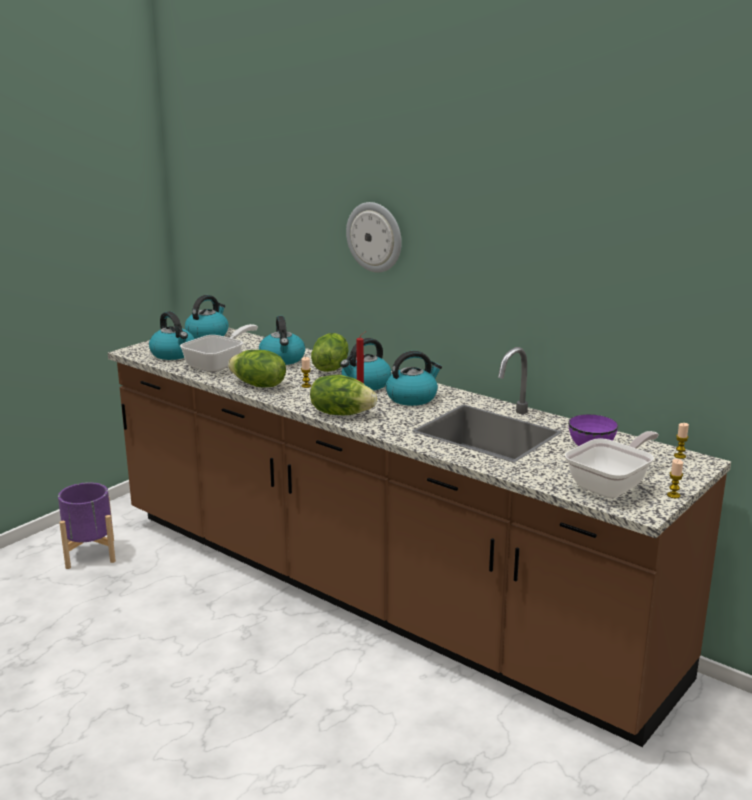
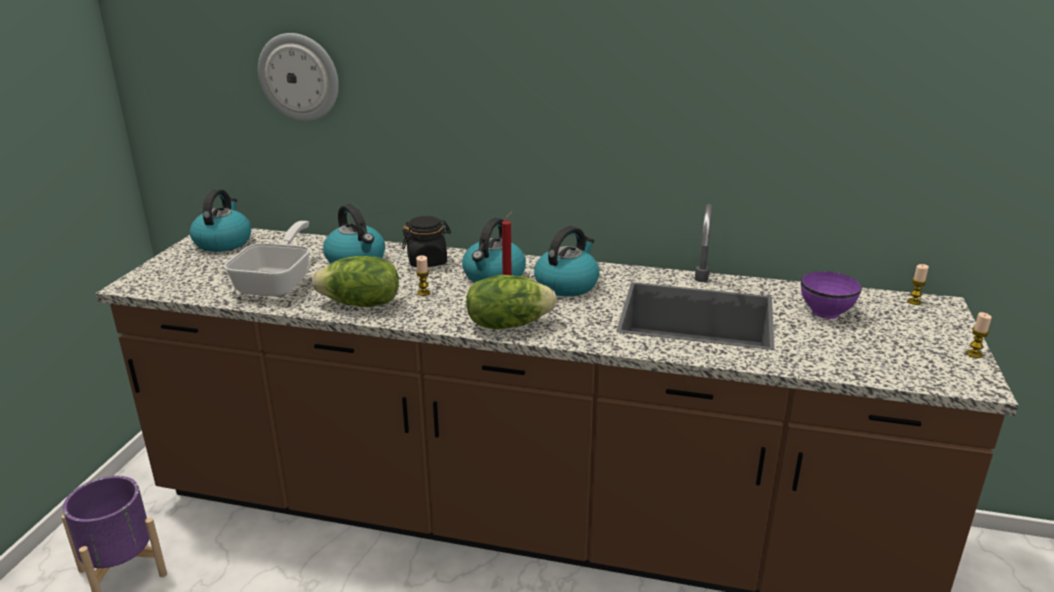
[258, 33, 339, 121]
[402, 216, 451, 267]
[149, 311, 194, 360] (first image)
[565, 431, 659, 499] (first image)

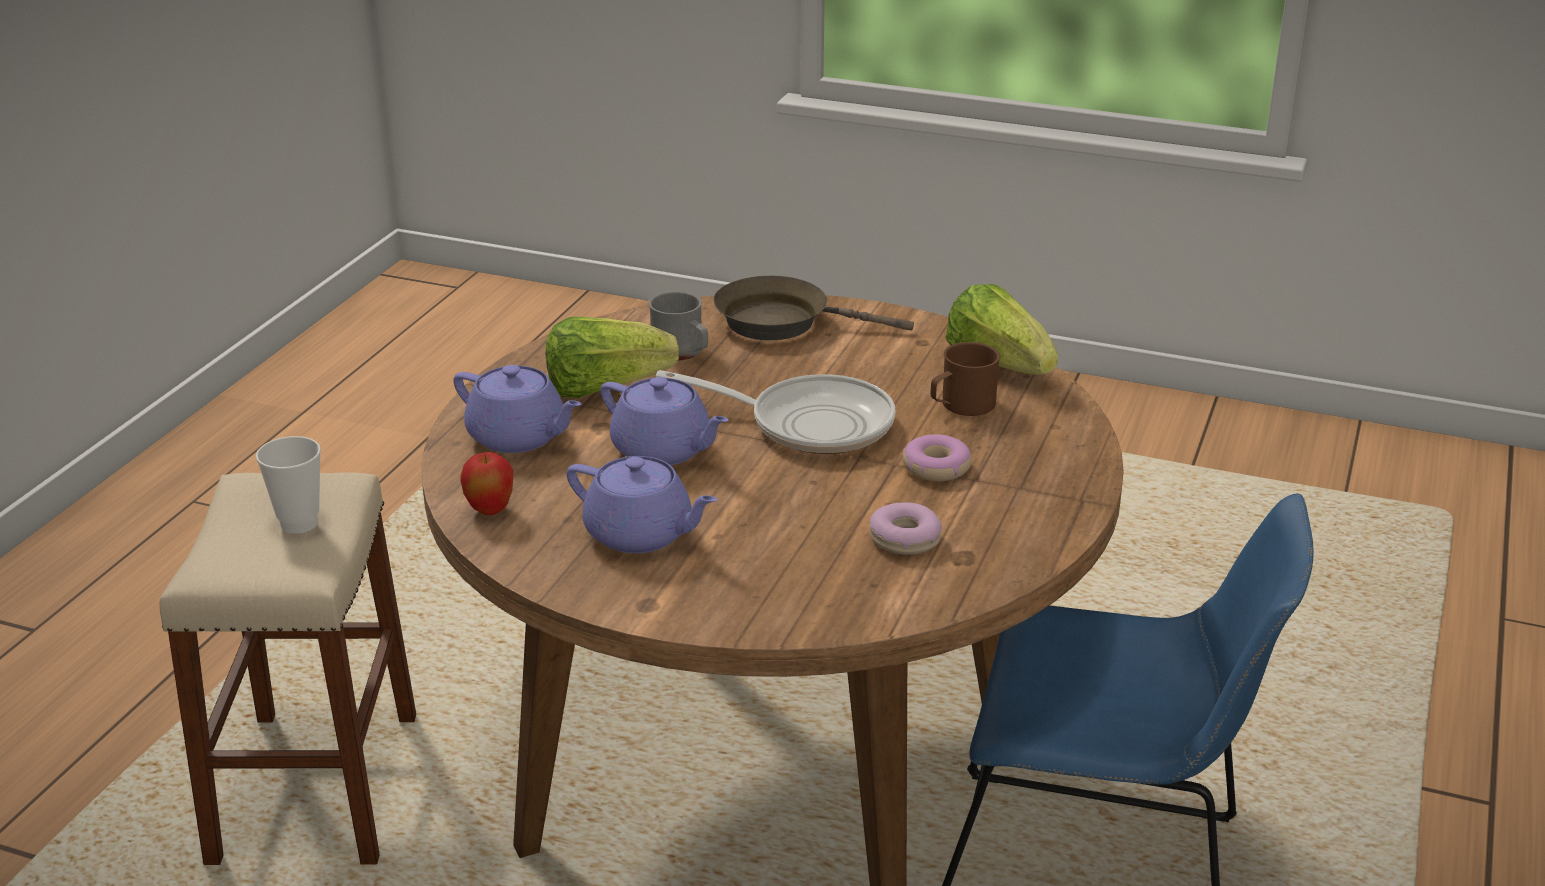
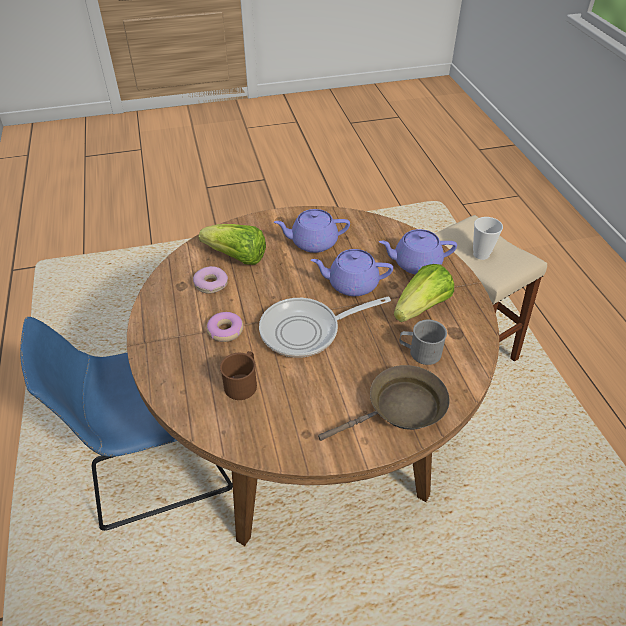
[199, 224, 266, 265]
[460, 452, 514, 515] (first image)

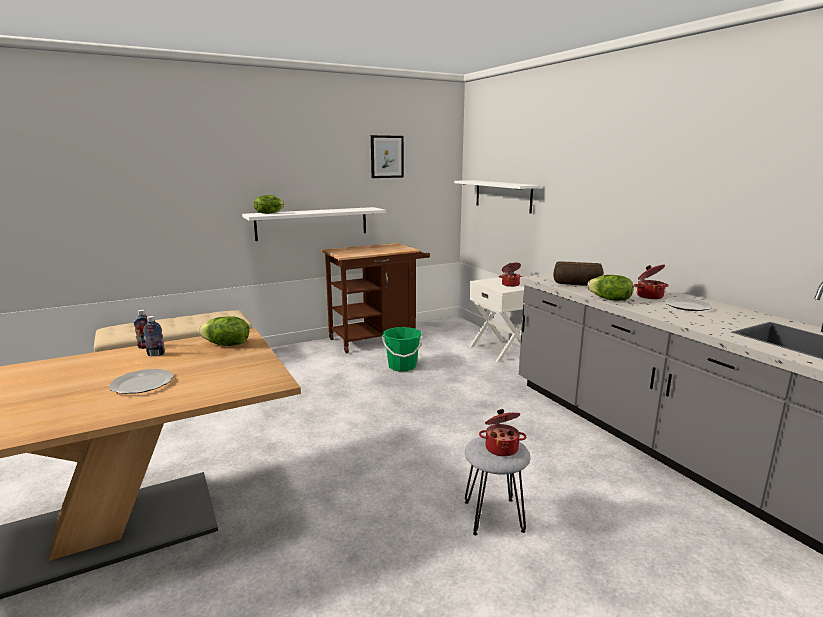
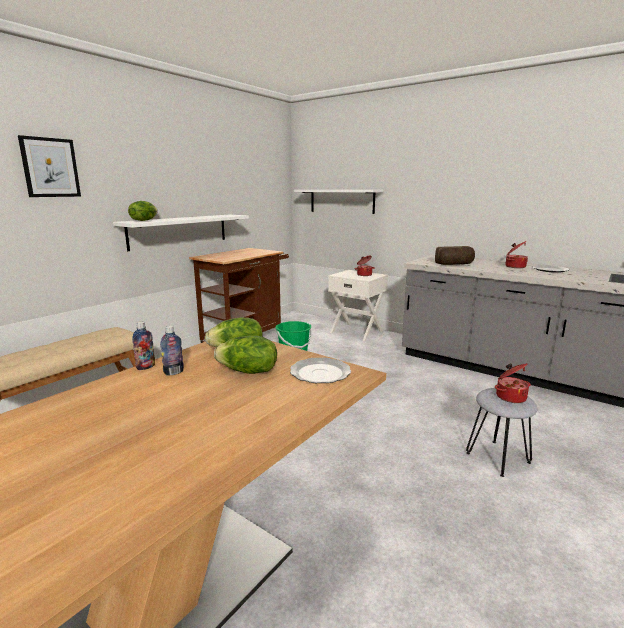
[18, 135, 81, 197]
[214, 336, 277, 374]
[290, 357, 351, 383]

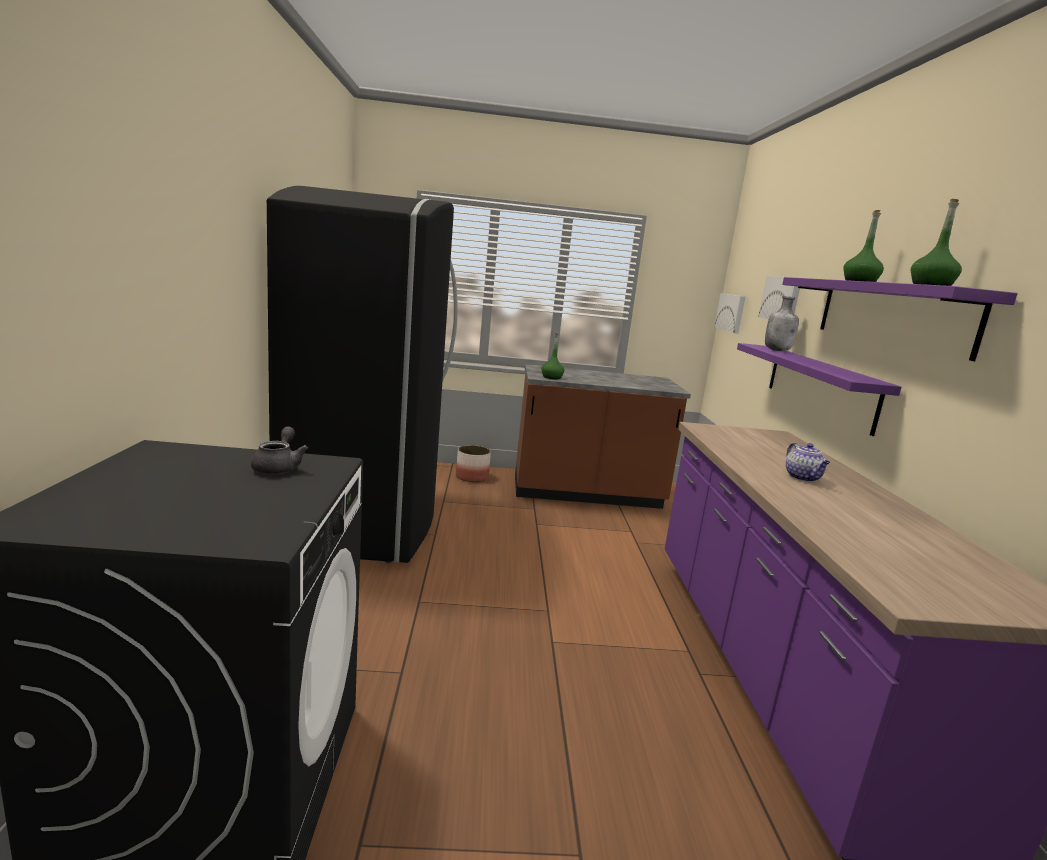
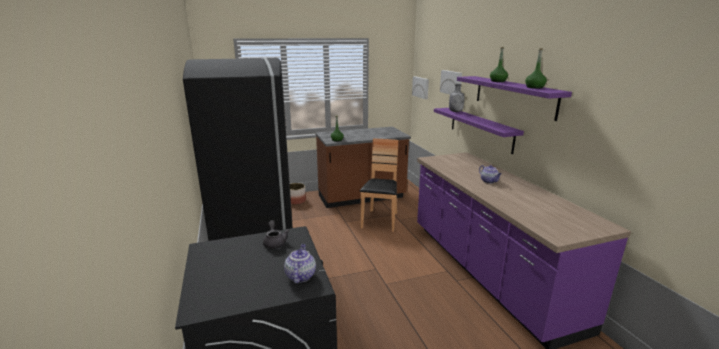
[284, 244, 316, 284]
[359, 138, 398, 232]

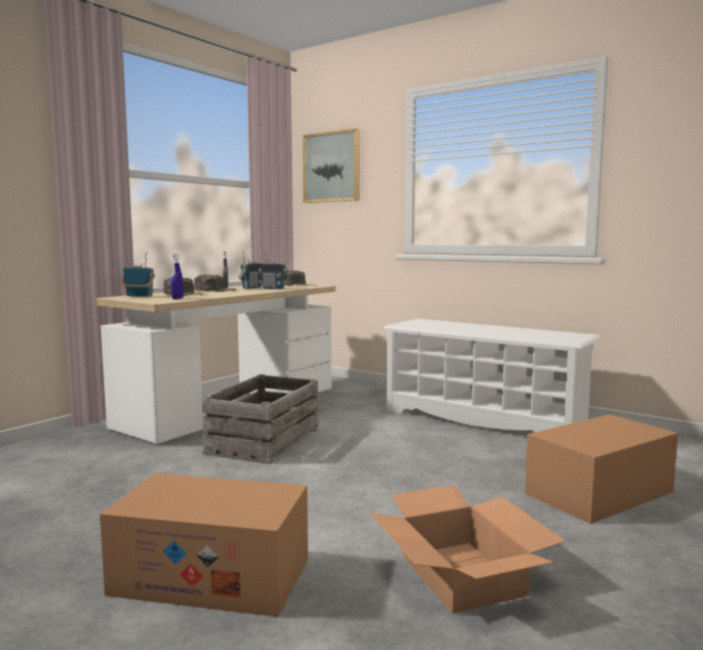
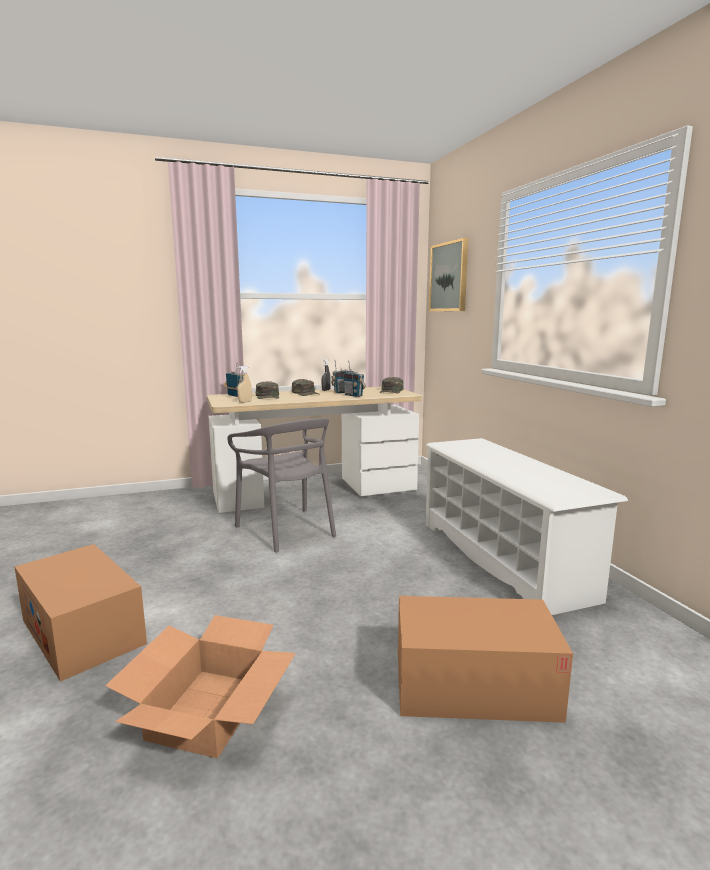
[227, 418, 336, 553]
[238, 366, 252, 403]

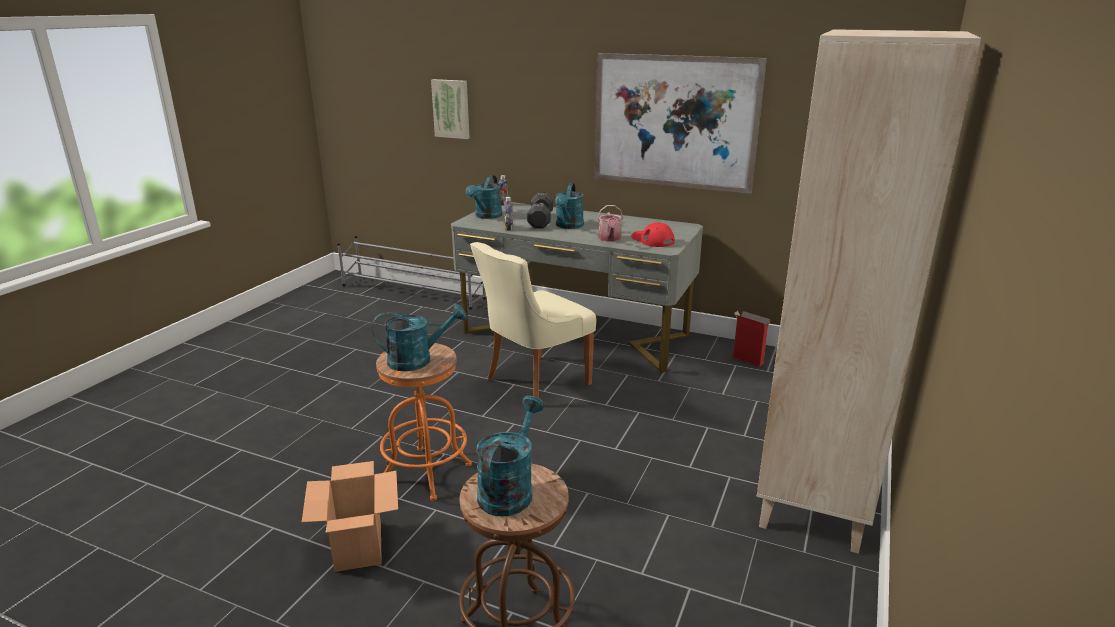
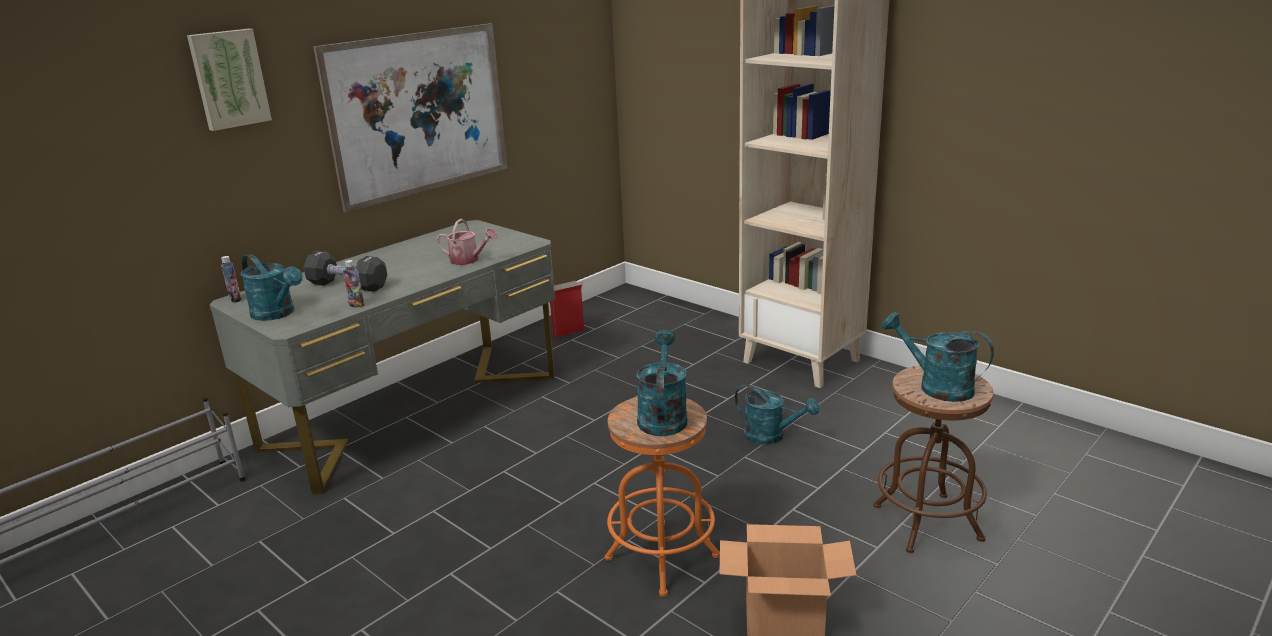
[187, 29, 272, 131]
[735, 384, 819, 445]
[470, 242, 596, 398] (first image)
[631, 222, 674, 247] (first image)

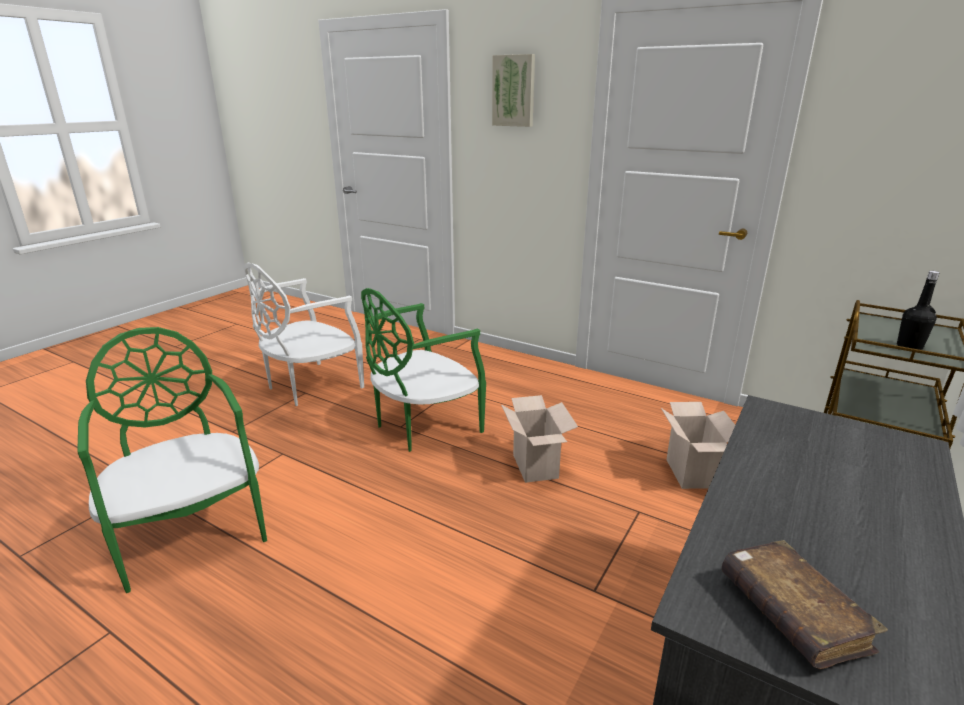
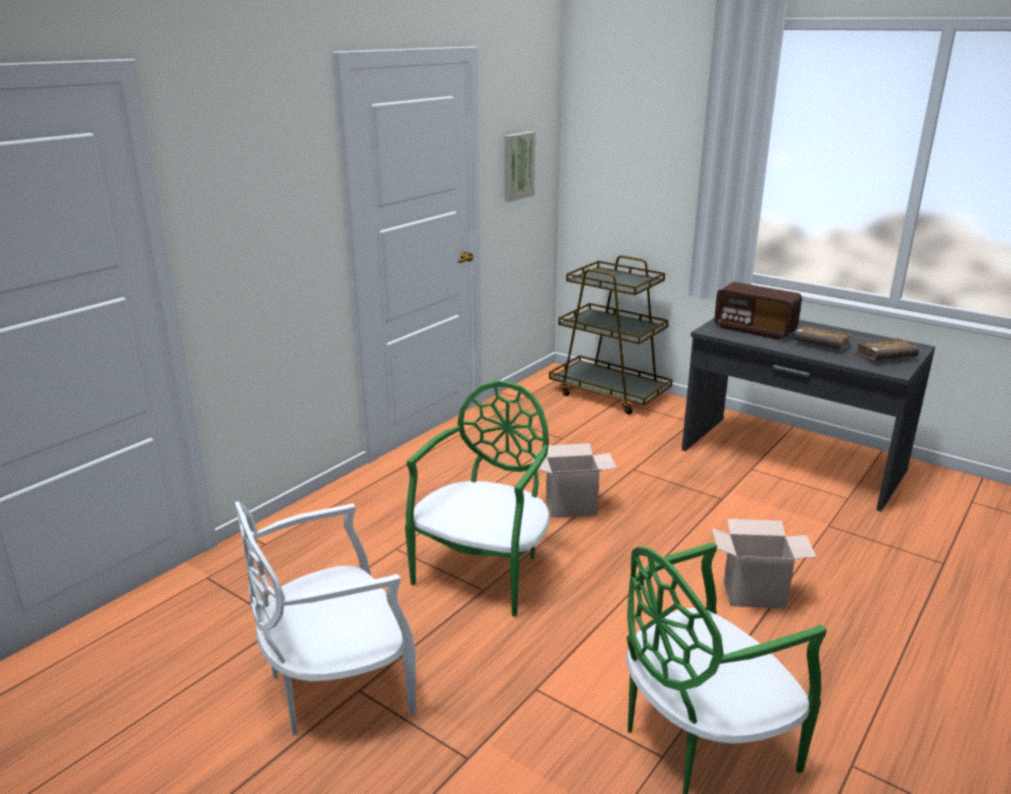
[235, 501, 416, 735]
[405, 381, 550, 617]
[505, 131, 535, 202]
[712, 519, 816, 609]
[714, 282, 802, 340]
[794, 325, 852, 350]
[897, 271, 940, 350] (first image)

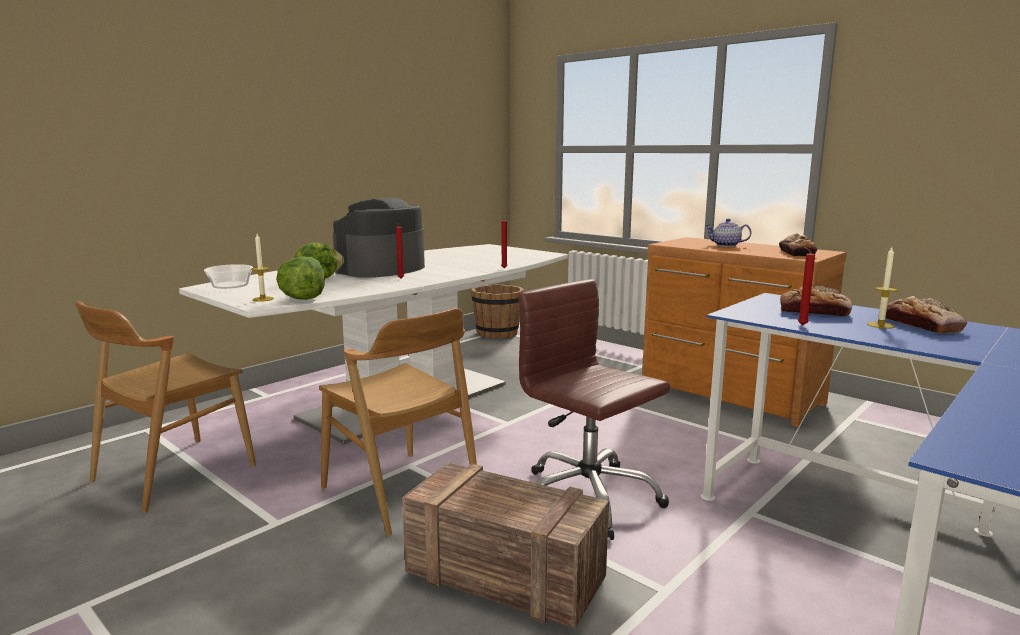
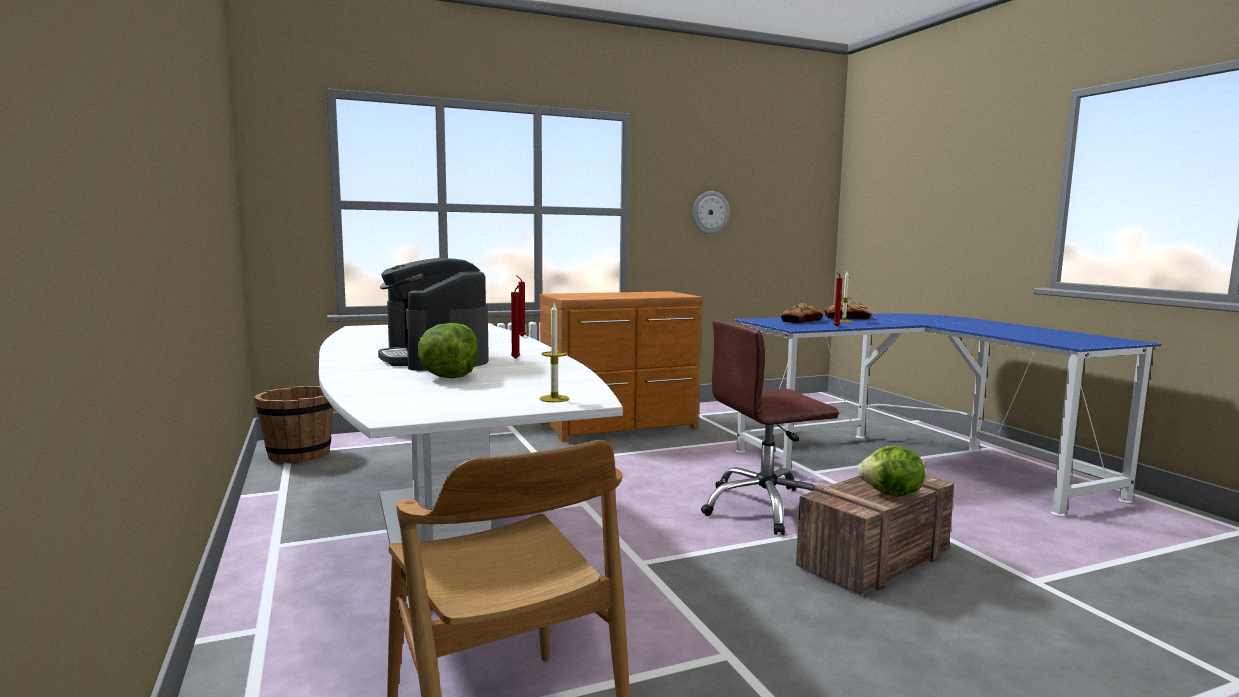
[692, 191, 729, 234]
[858, 446, 925, 497]
[204, 264, 253, 289] (first image)
[319, 308, 477, 536] (first image)
[705, 219, 752, 247] (first image)
[779, 233, 817, 256] (first image)

